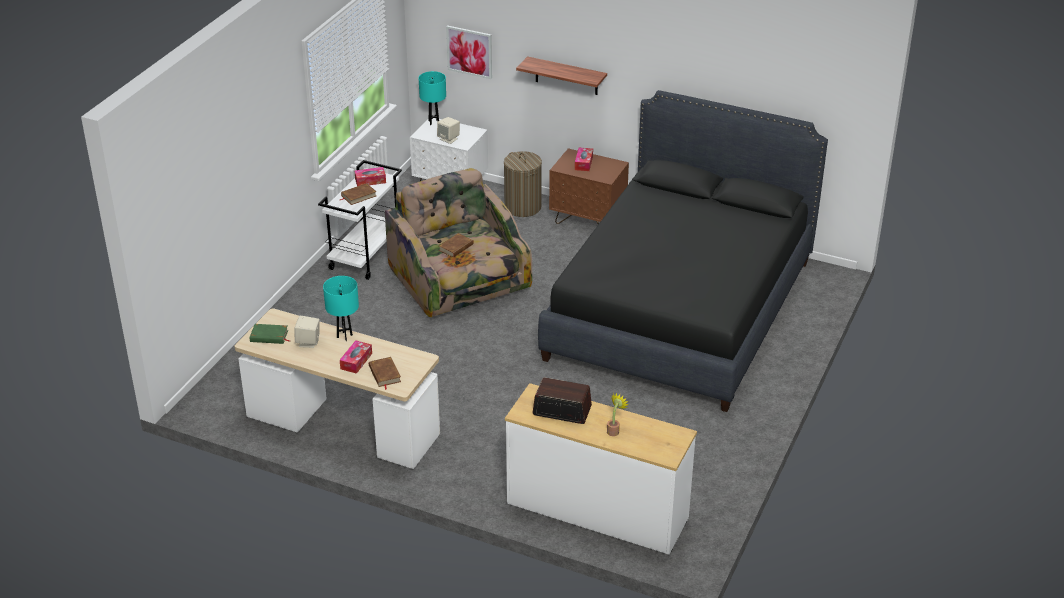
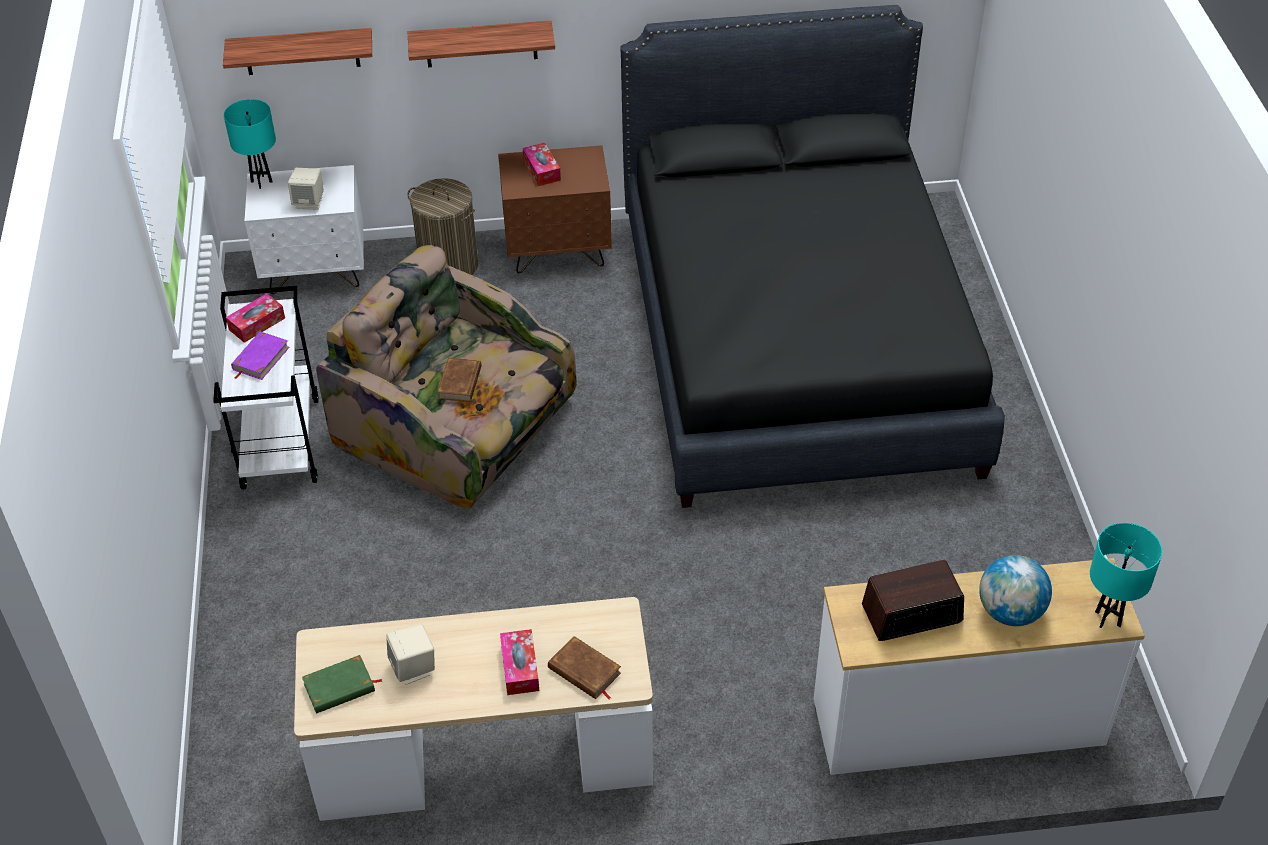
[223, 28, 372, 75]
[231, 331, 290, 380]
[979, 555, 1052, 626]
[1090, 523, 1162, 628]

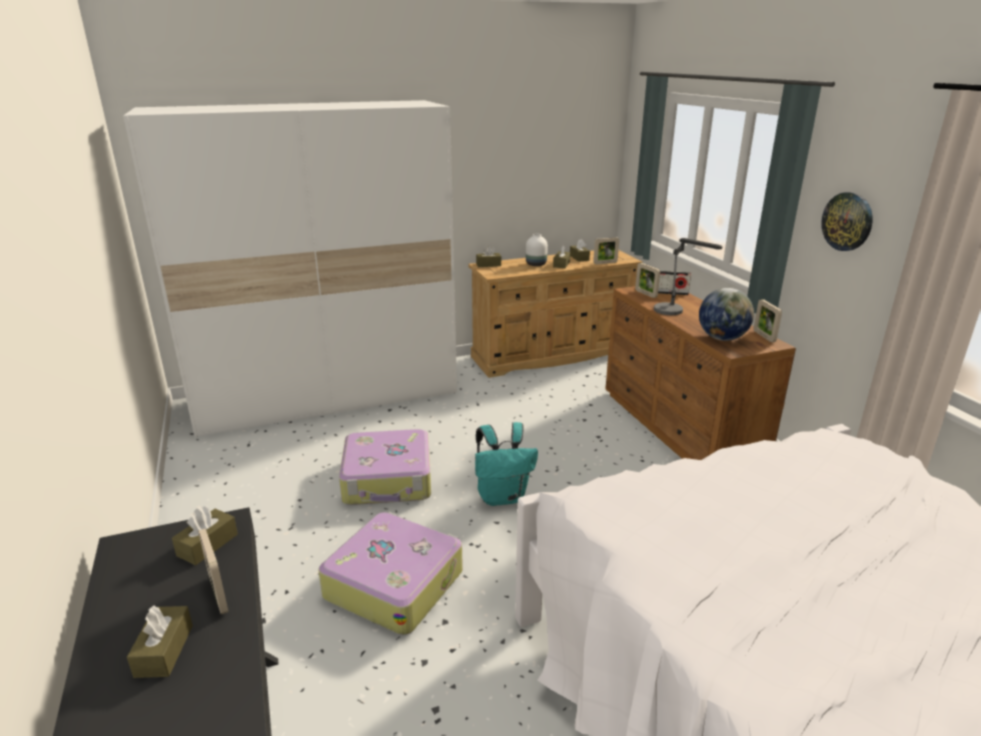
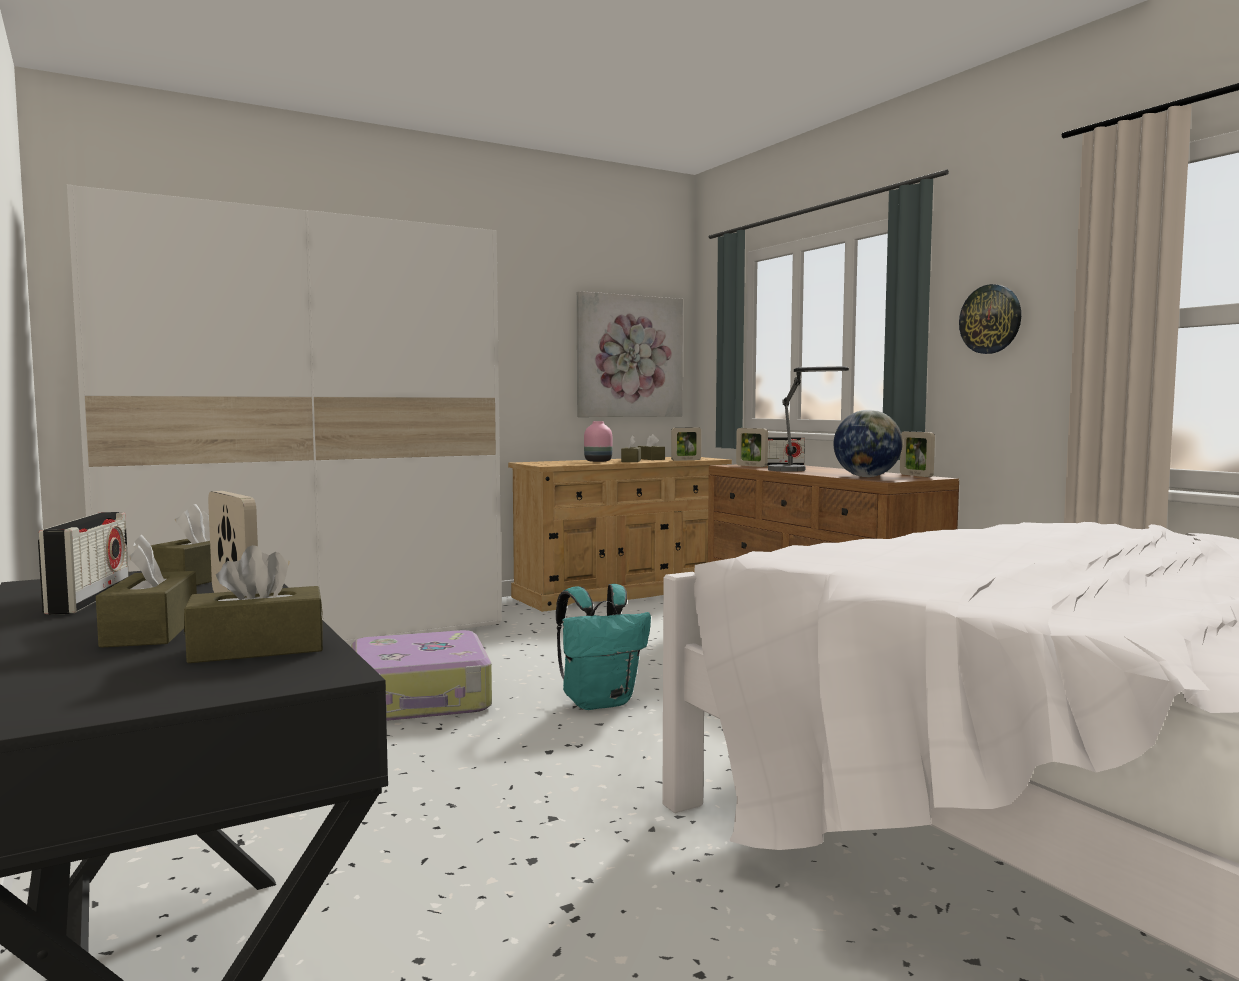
[38, 512, 129, 615]
[184, 545, 324, 663]
[577, 291, 683, 417]
[584, 421, 612, 462]
[318, 512, 463, 635] (first image)

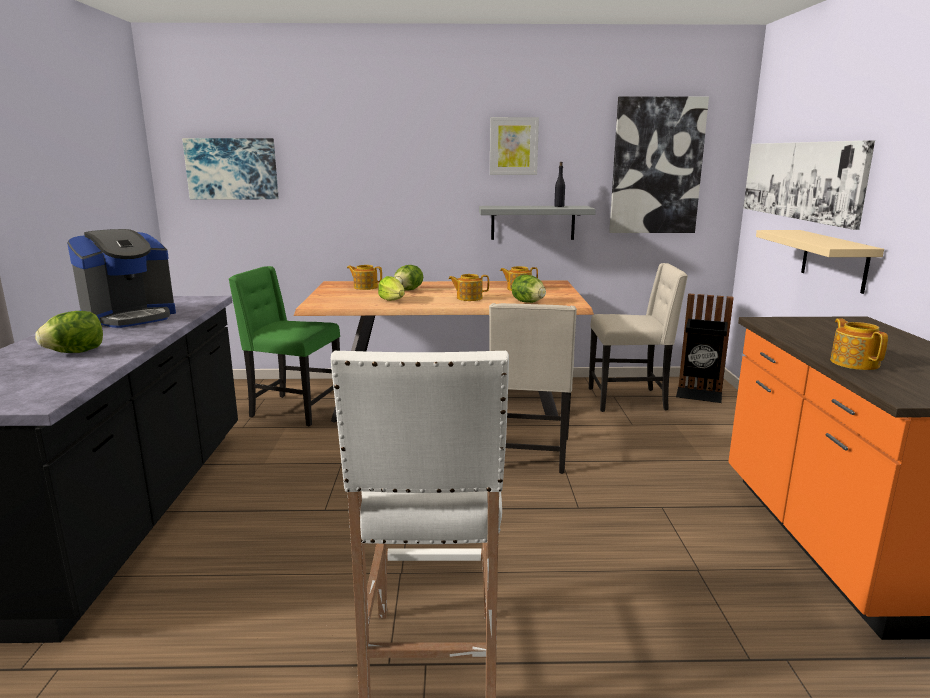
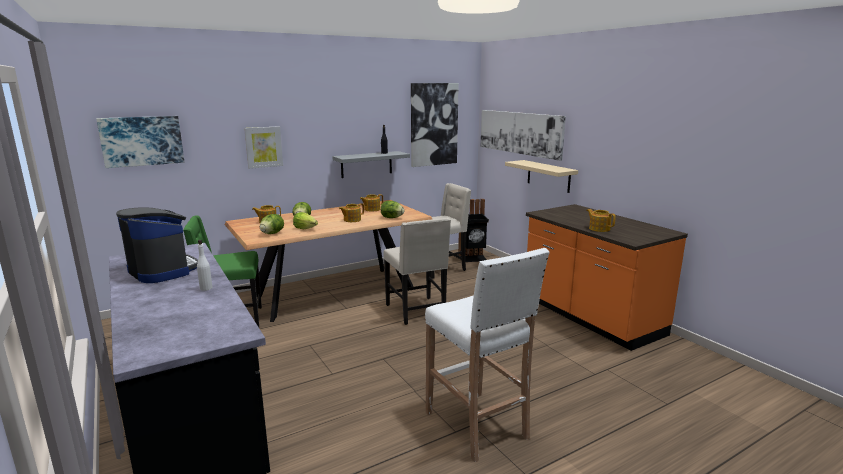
[116, 207, 198, 283]
[197, 240, 213, 291]
[244, 126, 283, 169]
[260, 214, 284, 234]

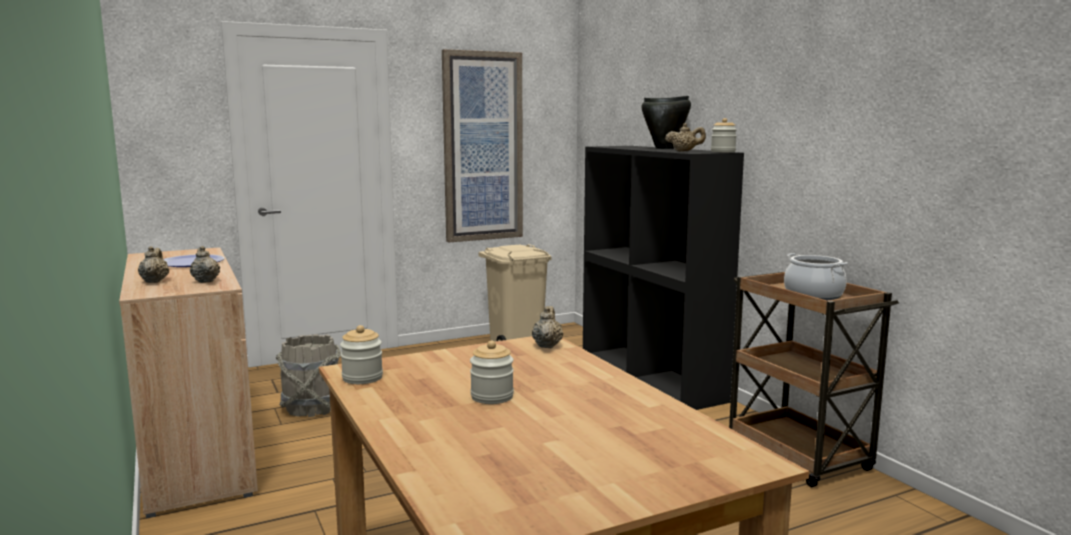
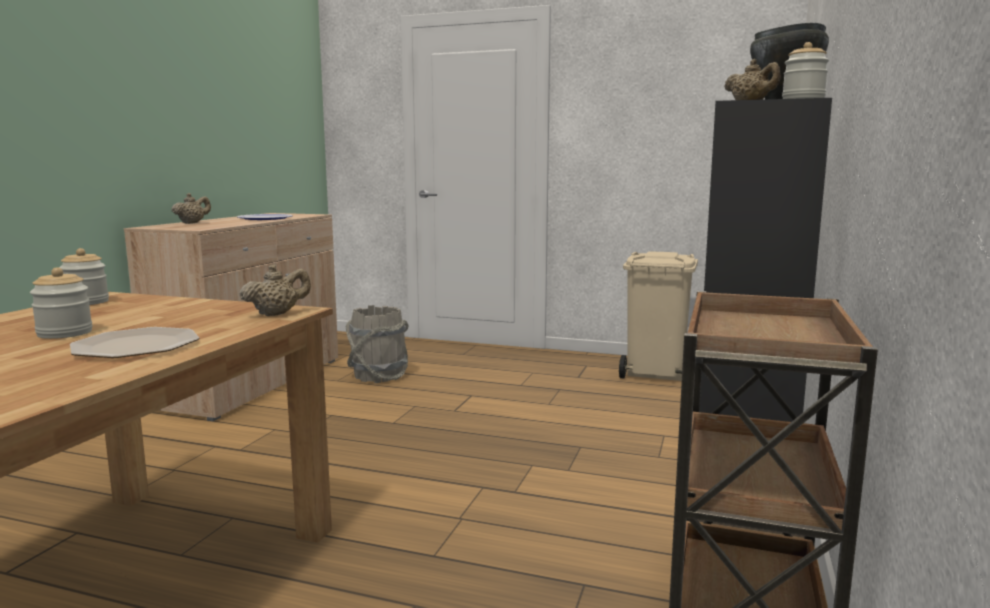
[70, 327, 199, 358]
[190, 246, 220, 283] (first image)
[442, 49, 523, 243] (first image)
[784, 253, 848, 300] (first image)

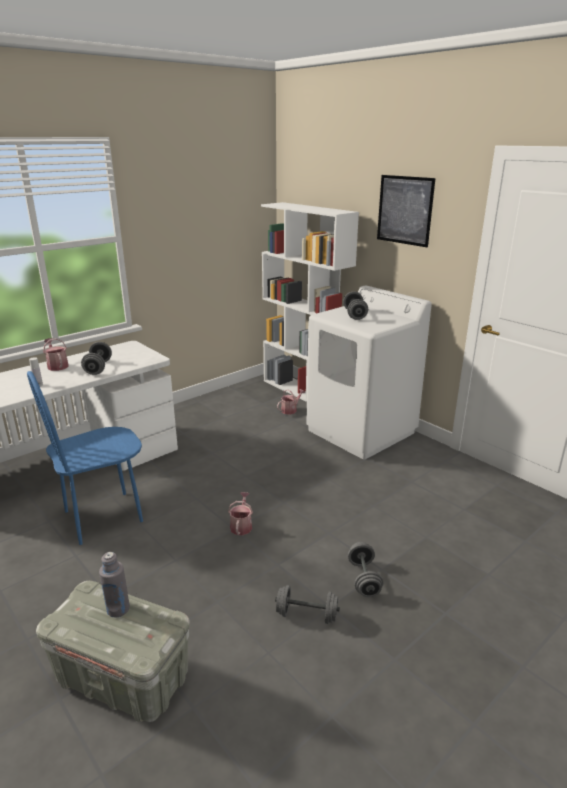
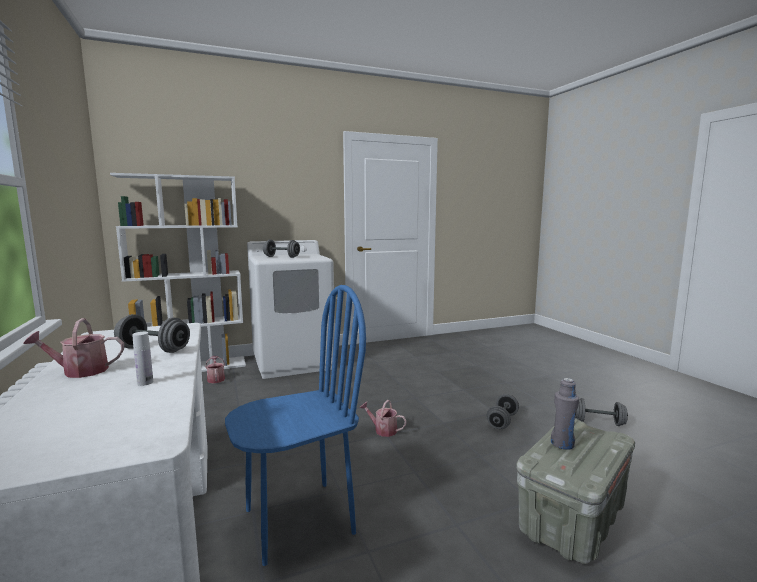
[225, 285, 366, 566]
[575, 398, 628, 426]
[377, 175, 435, 247] (first image)

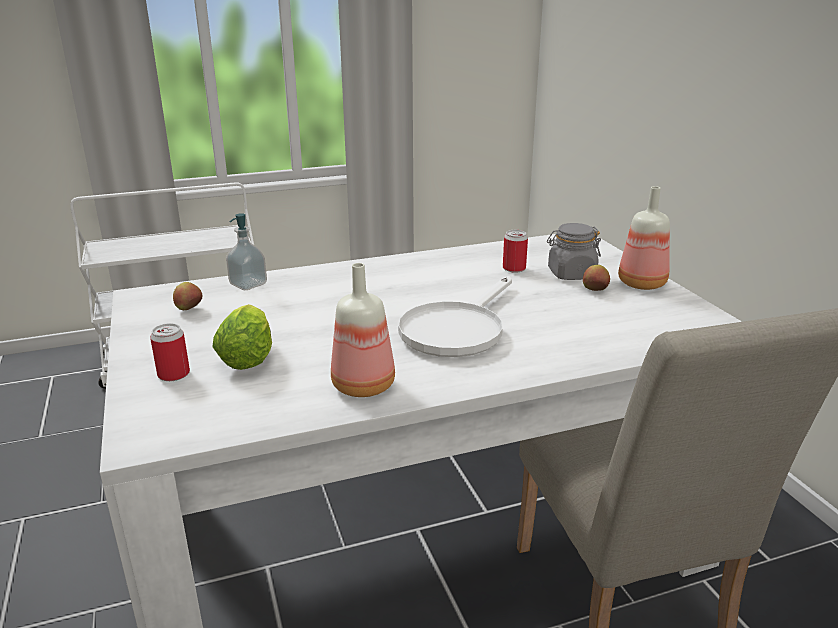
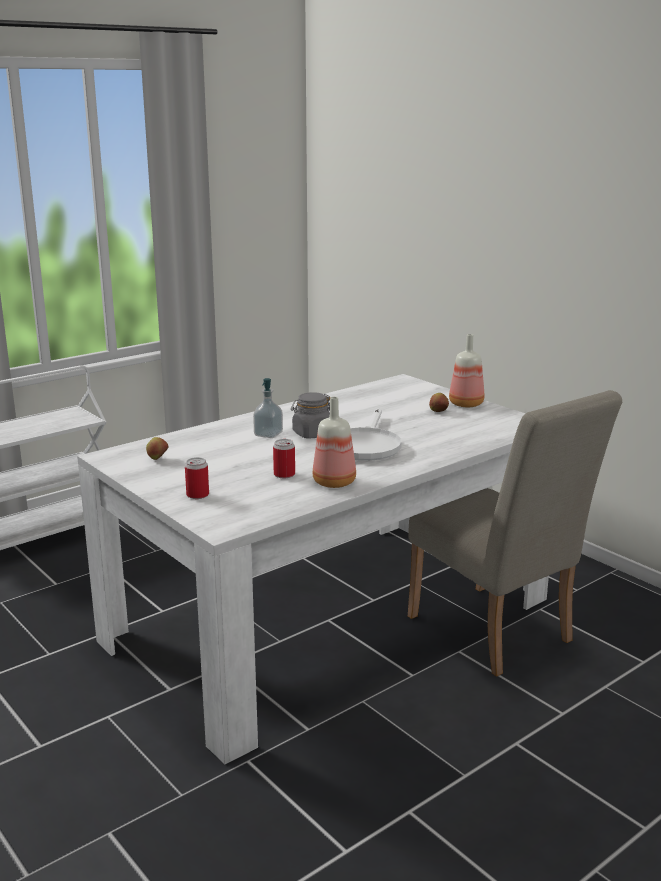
[253, 378, 283, 438]
[273, 439, 295, 478]
[291, 392, 330, 439]
[212, 304, 272, 370] (first image)

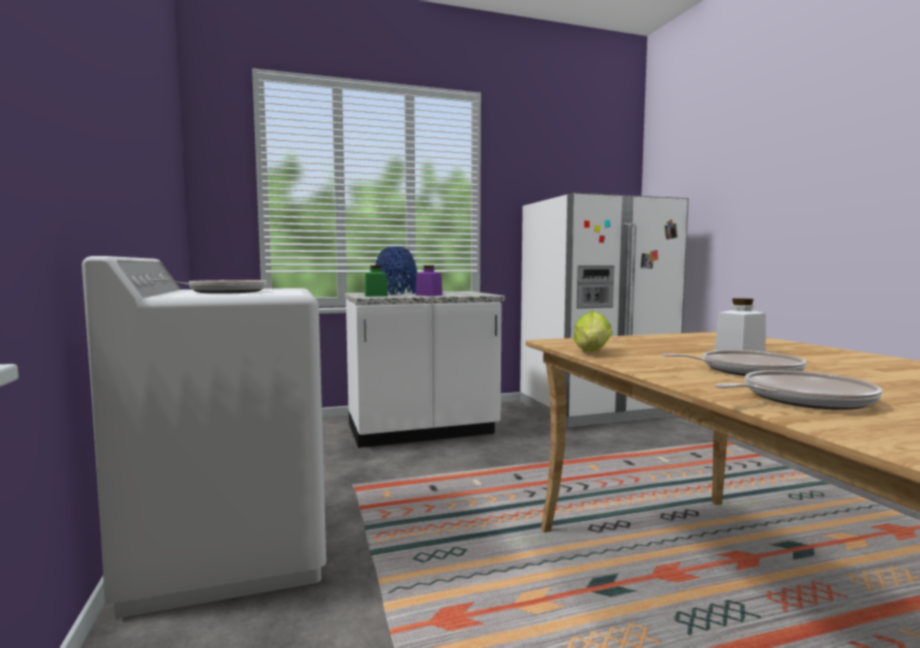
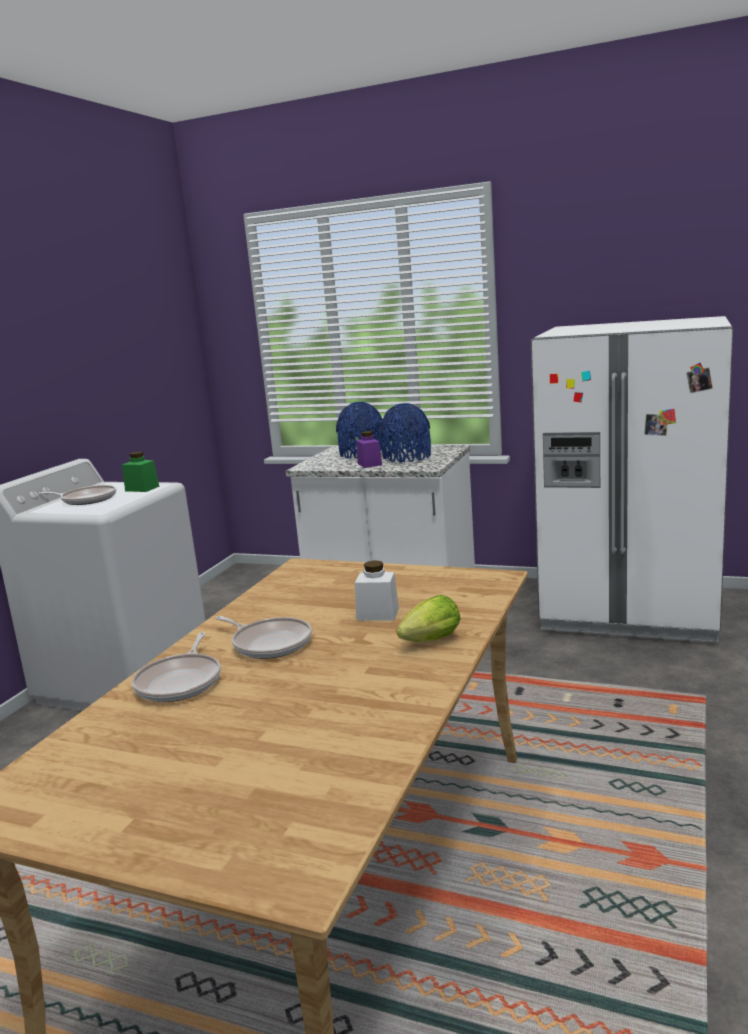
[122, 451, 159, 492]
[132, 632, 221, 702]
[380, 403, 431, 463]
[397, 595, 461, 642]

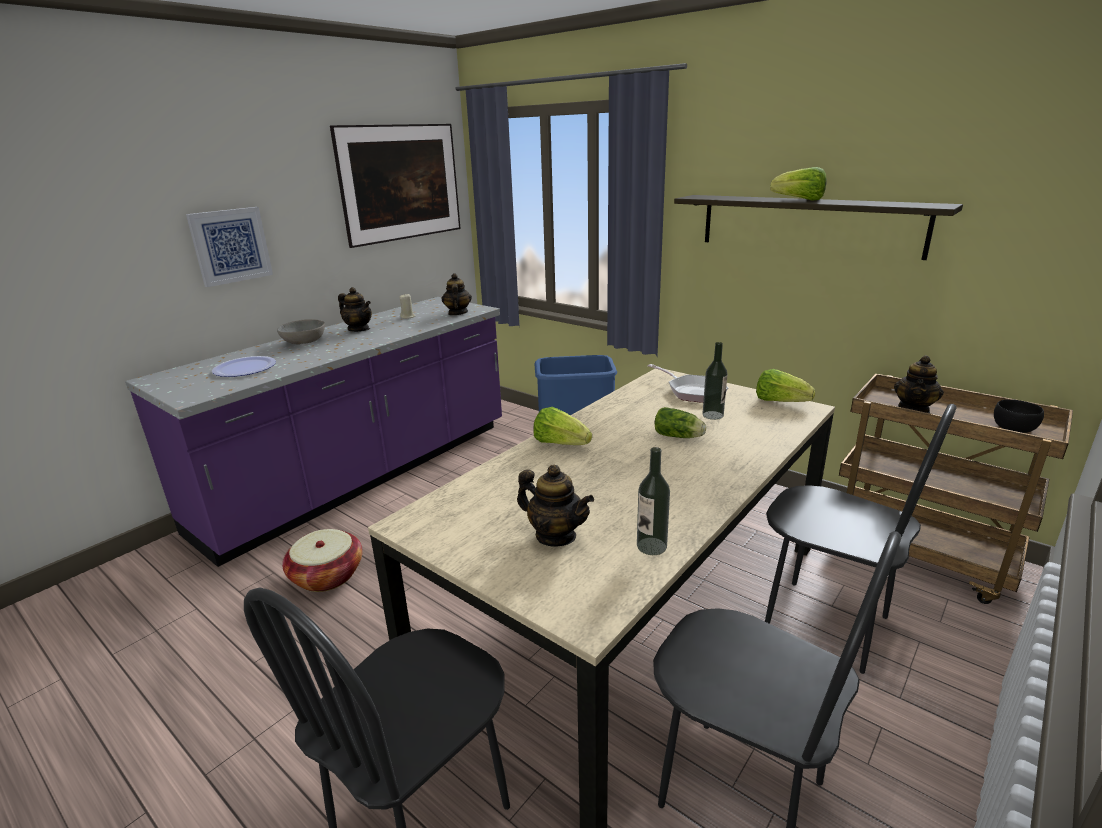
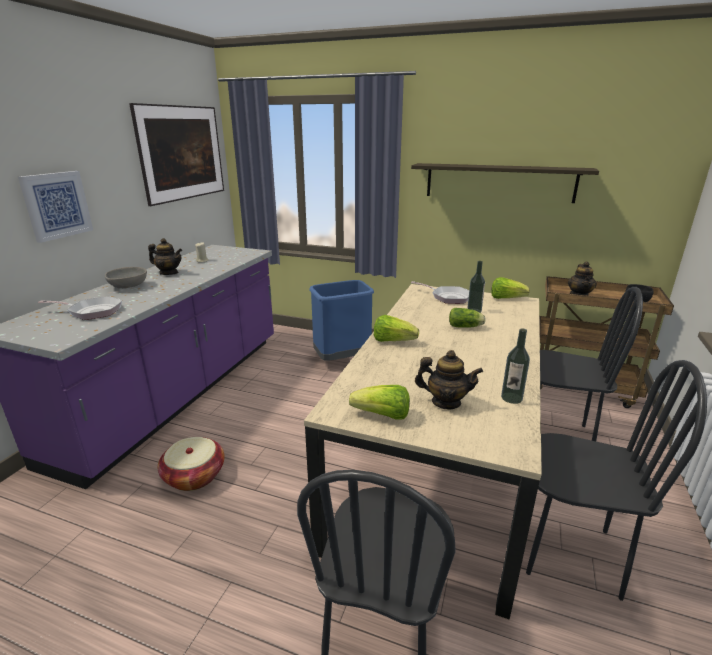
[38, 296, 122, 320]
[349, 385, 410, 420]
[441, 273, 472, 315] (first image)

